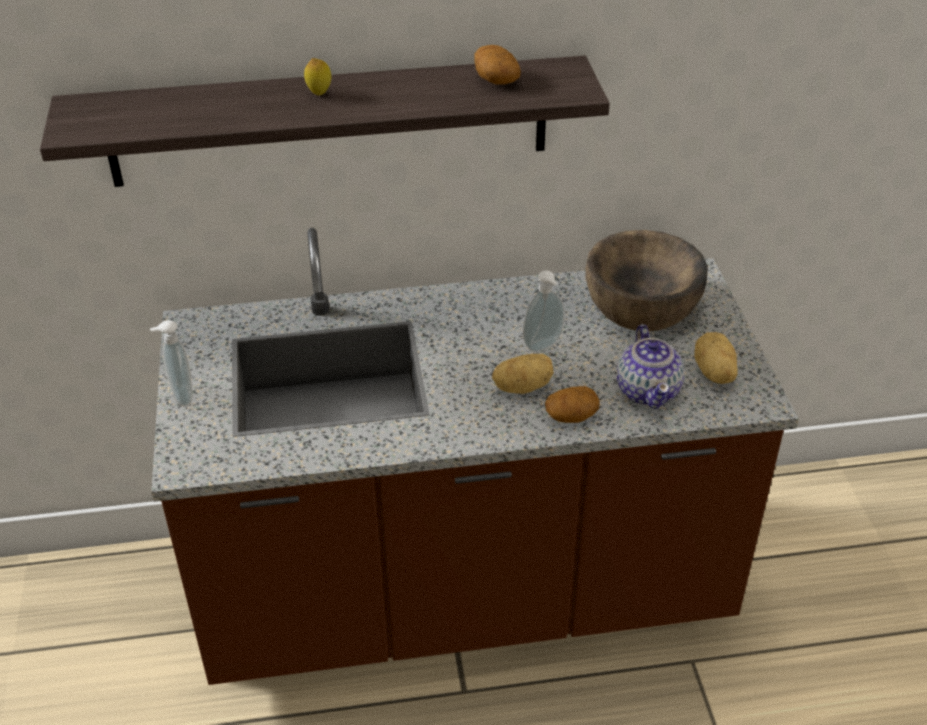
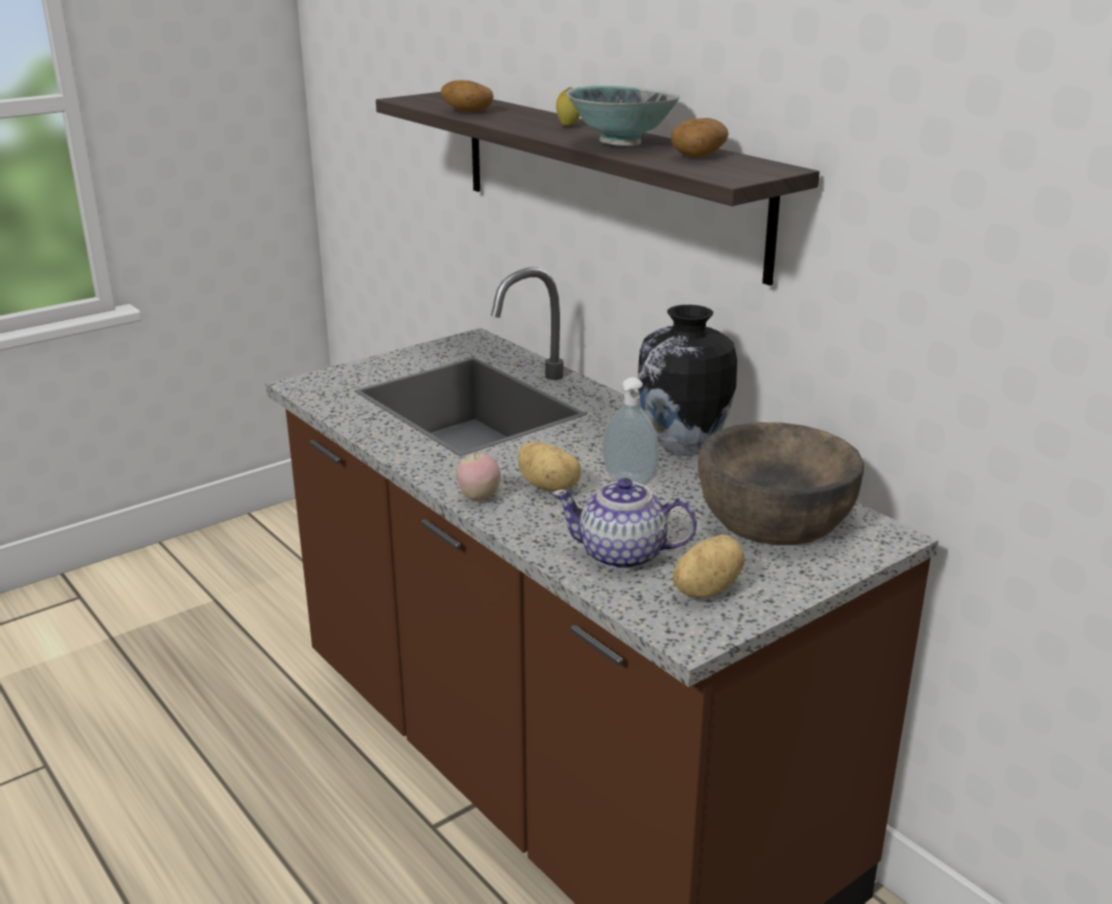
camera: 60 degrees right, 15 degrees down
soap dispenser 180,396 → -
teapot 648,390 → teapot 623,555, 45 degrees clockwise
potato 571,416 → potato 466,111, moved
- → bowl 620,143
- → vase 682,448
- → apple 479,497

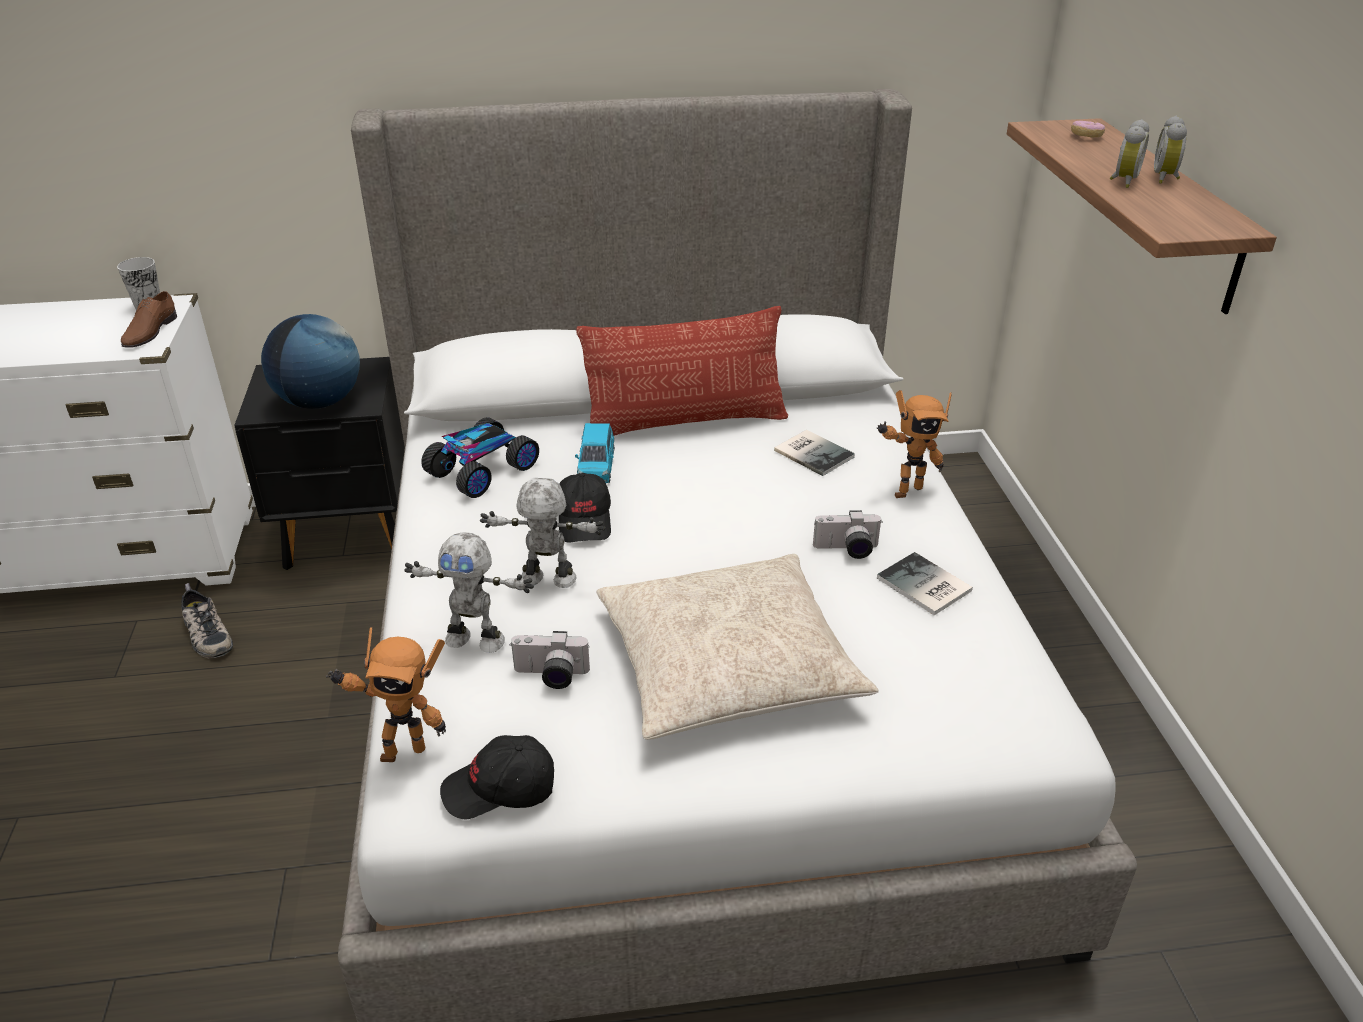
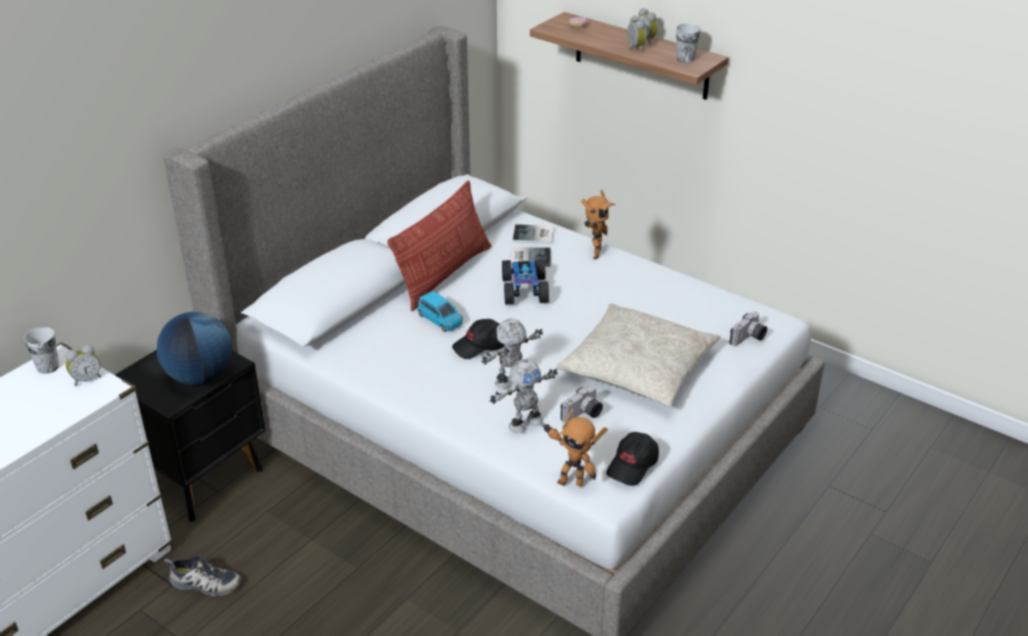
camera: 45 degrees left, 0 degrees up
brown shoe 149,331 → alarm clock 86,379
toy car 483,471 → toy car 525,290, moved
black cap 585,520 → black cap 480,347, 120 degrees clockwise
photo camera 847,550 → photo camera 749,339, moved
book 924,586 → book 534,235, moved
toy robot 402,750 → toy robot 570,481, 75 degrees clockwise
- → cup 685,59

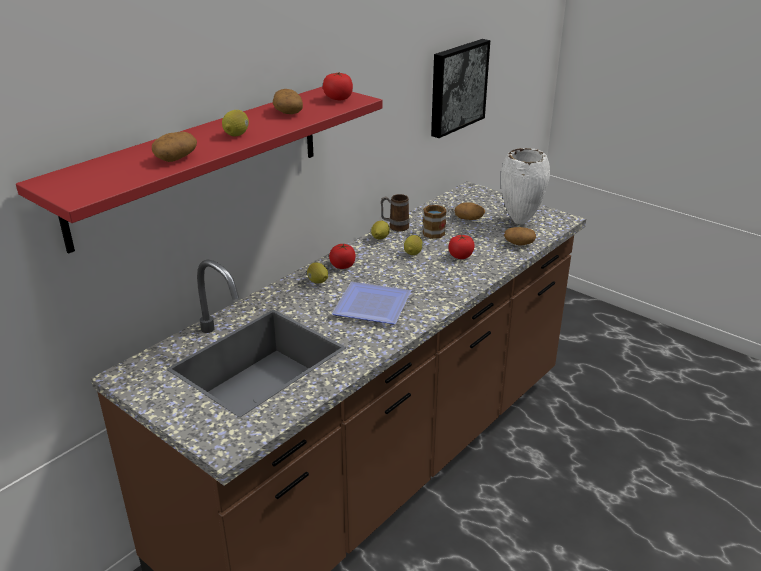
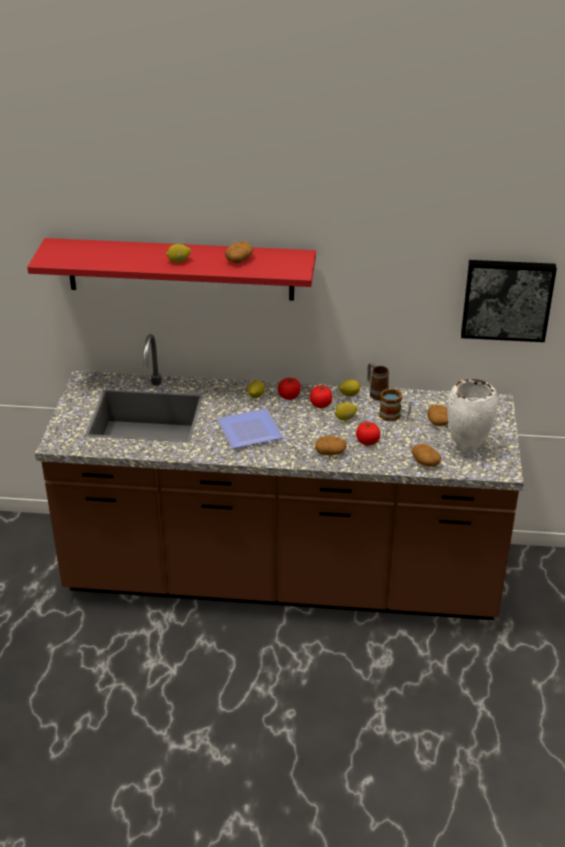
camera: 55 degrees right, 5 degrees up
tomato 338,99 → tomato 320,404, moved
potato 176,158 → potato 330,452, moved

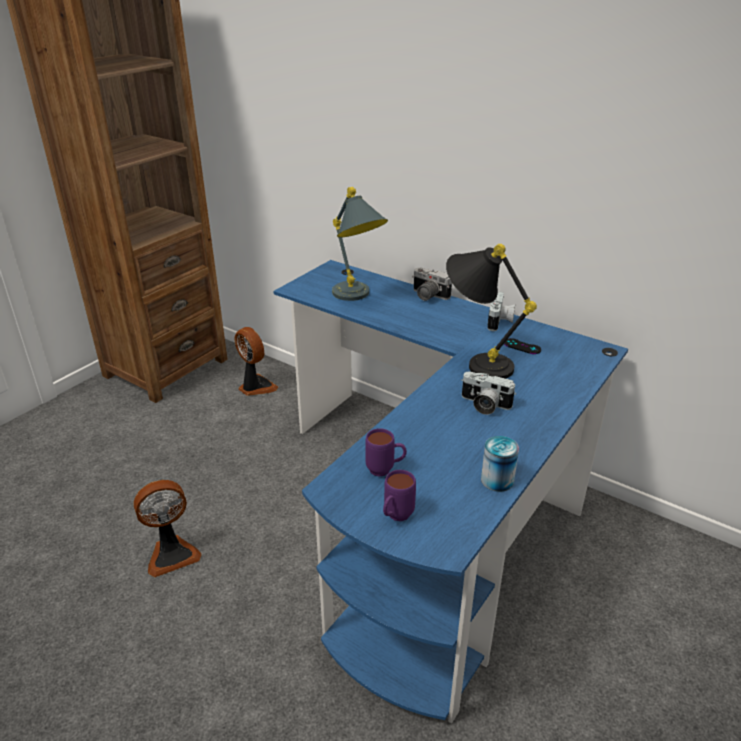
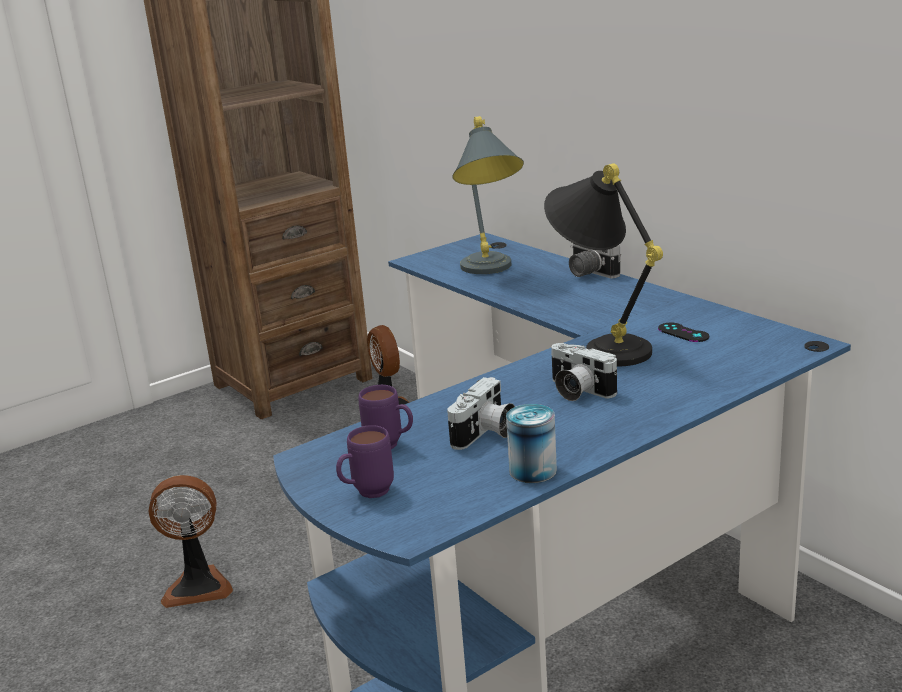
camera: 20 degrees right, 10 degrees down
photo camera 500,321 → photo camera 485,434, moved

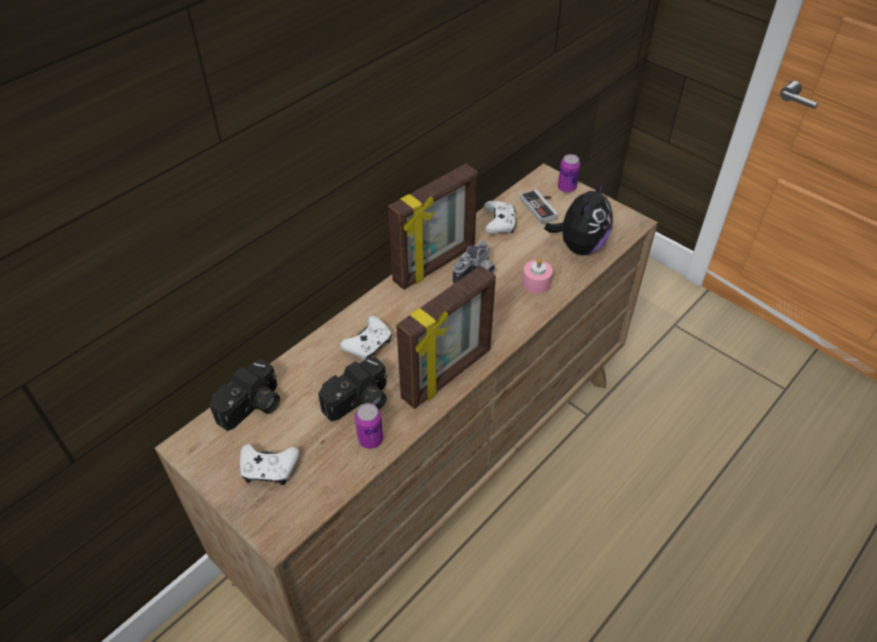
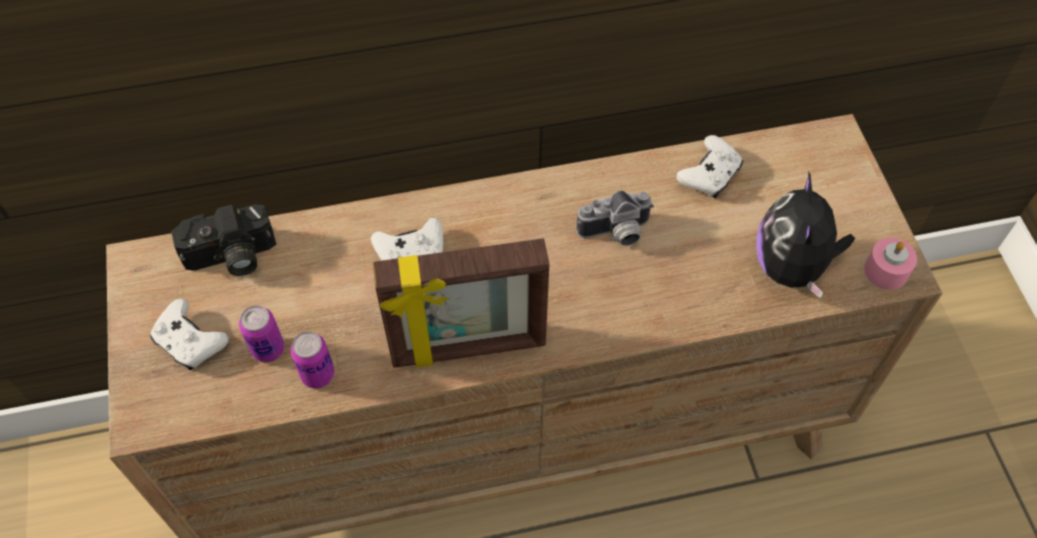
camera: 35 degrees right, 10 degrees up
can 566,188 → can 268,349, moved
picture frame 435,265 → -
plush toy 579,246 → plush toy 791,267, 120 degrees clockwise
game controller 542,207 → -
pink candle 536,283 → pink candle 886,271, moved
photo camera 359,403 → -

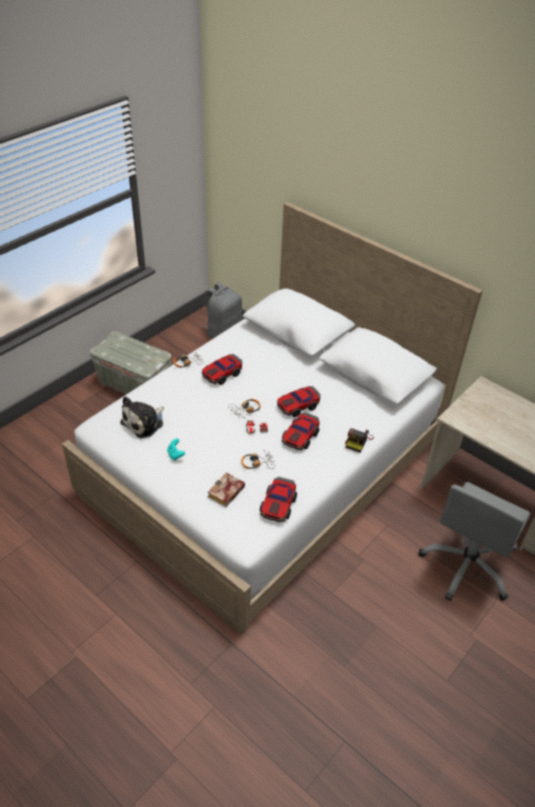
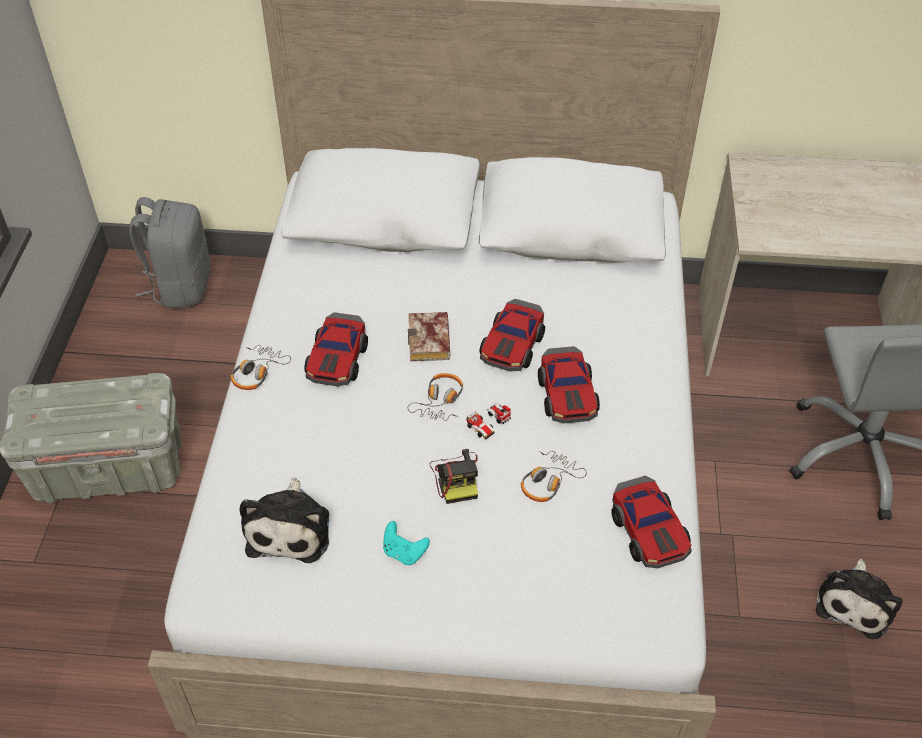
camera: 35 degrees left, 5 degrees up
photo camera 358,441 → photo camera 456,477, moved
book 226,493 → book 431,343, moved
- → plush toy 855,602

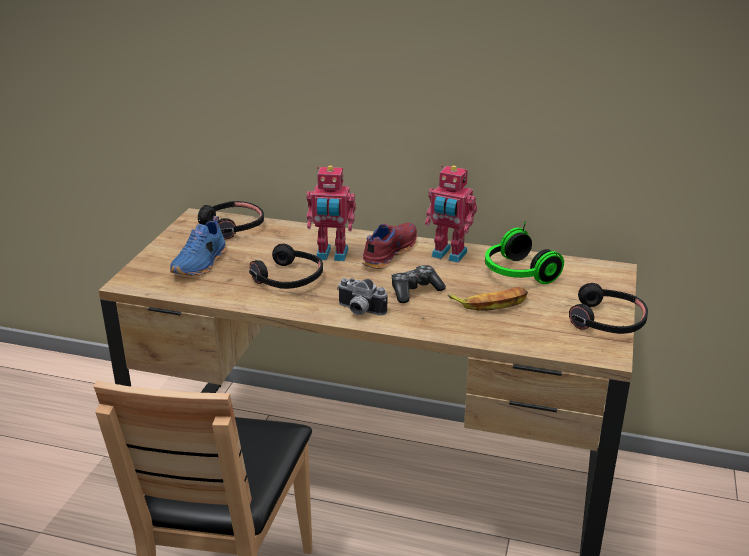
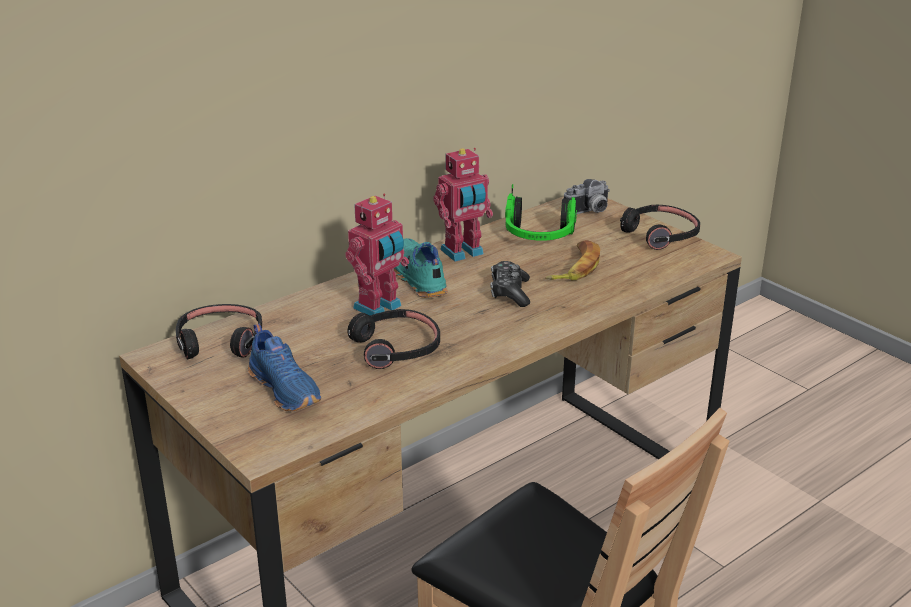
camera: 55 degrees left, 0 degrees up
red shoe 388,253 → turquoise shoe 417,278
photo camera 359,311 → photo camera 589,212, moved

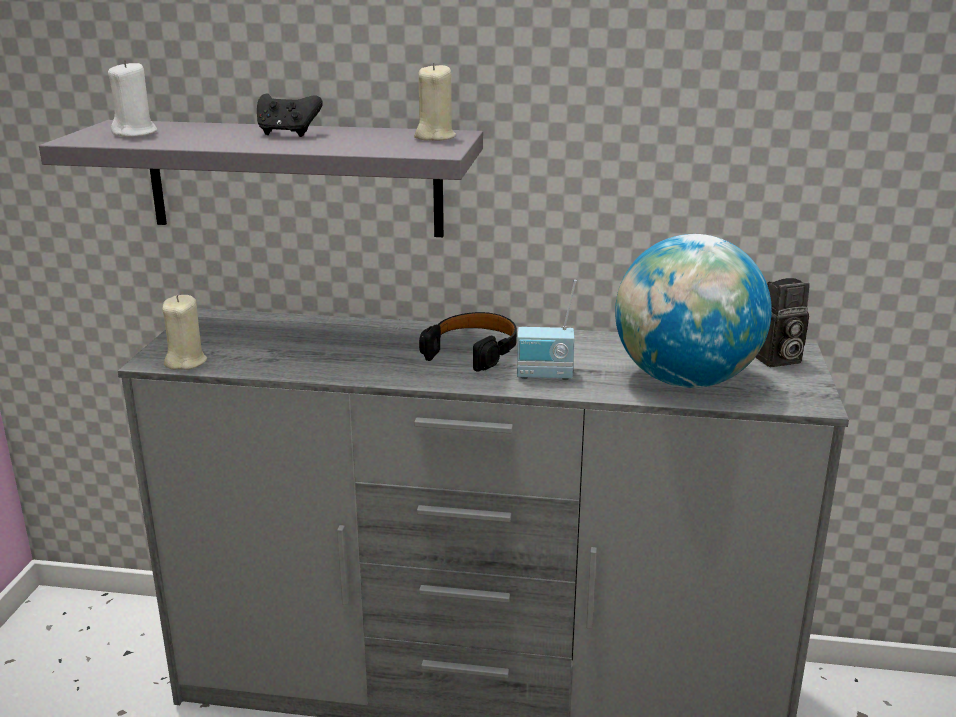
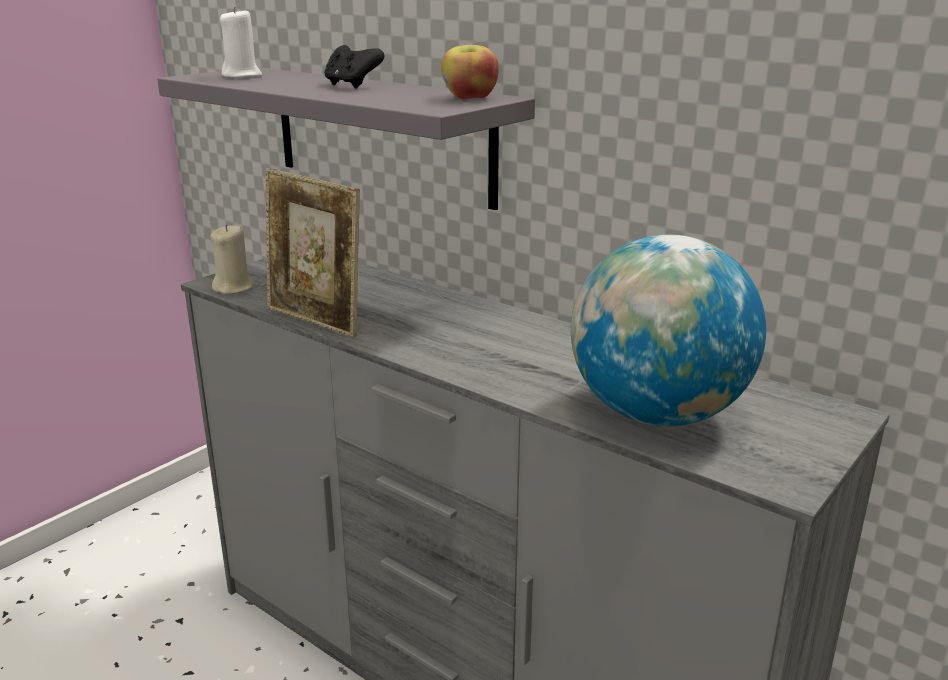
camera: 30 degrees right, 0 degrees up
beige candle 434,137 → apple 469,98
photo camera 775,359 → -
radio 544,376 → -
black headphones 473,350 → -
- → picture frame 315,321

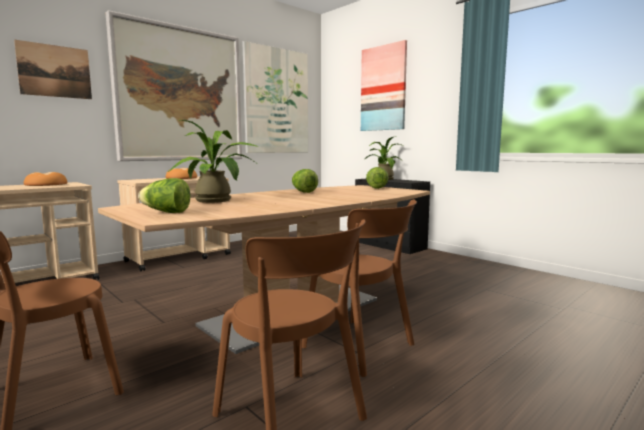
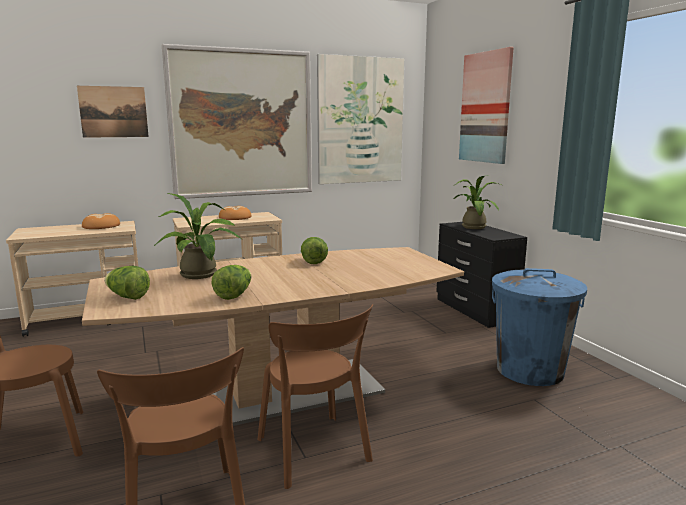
camera: 20 degrees right, 5 degrees up
lettuce 376,188 → lettuce 234,295, moved
- → blue trash can 530,370

